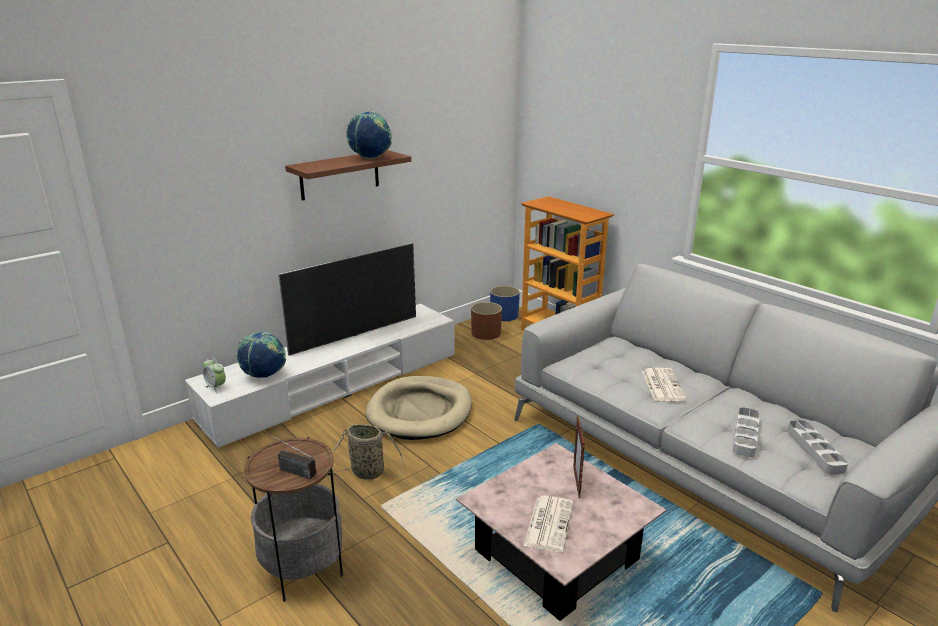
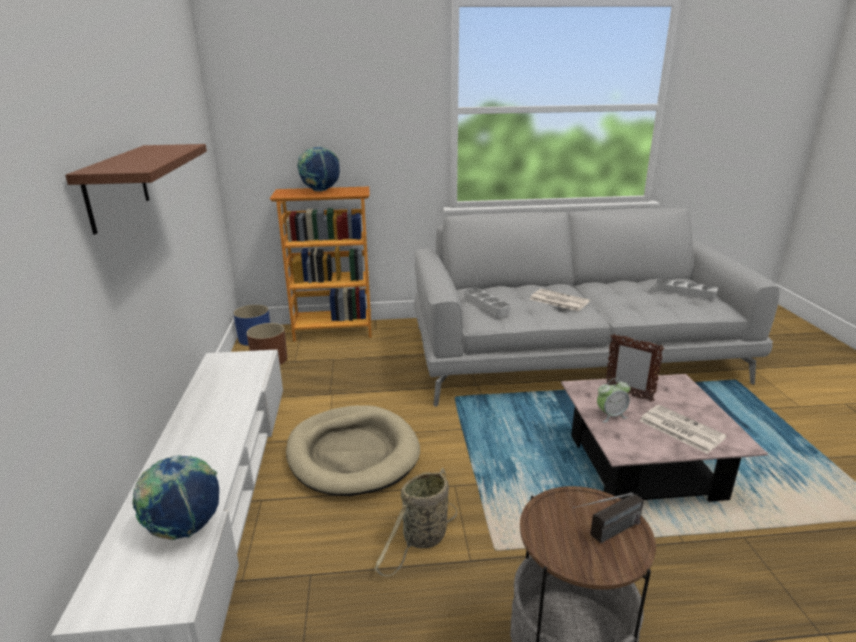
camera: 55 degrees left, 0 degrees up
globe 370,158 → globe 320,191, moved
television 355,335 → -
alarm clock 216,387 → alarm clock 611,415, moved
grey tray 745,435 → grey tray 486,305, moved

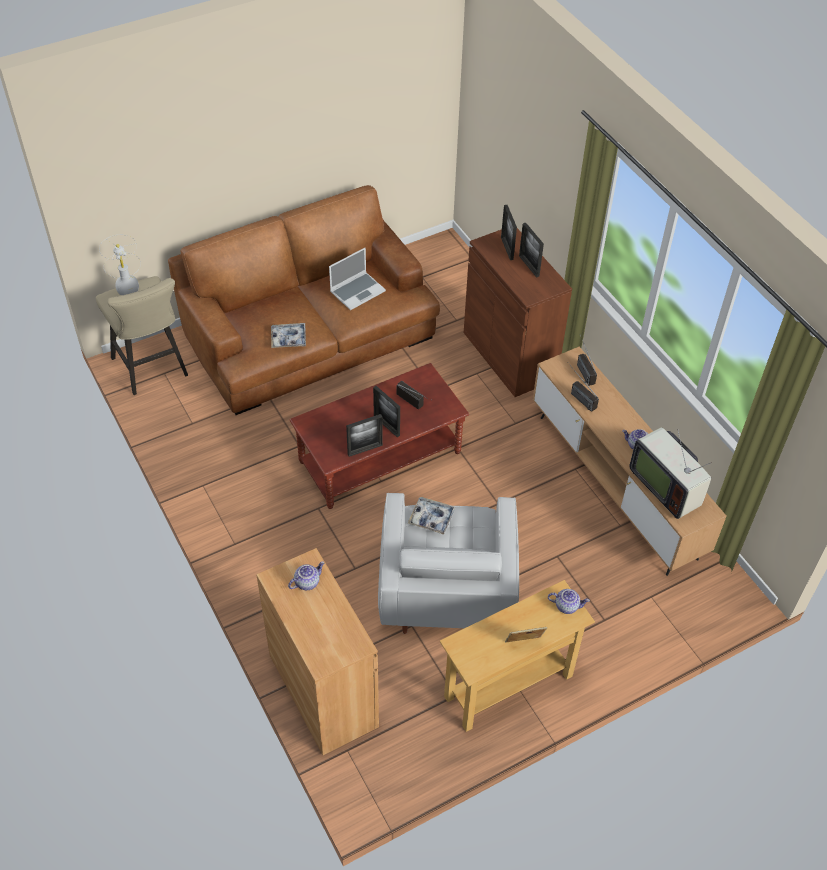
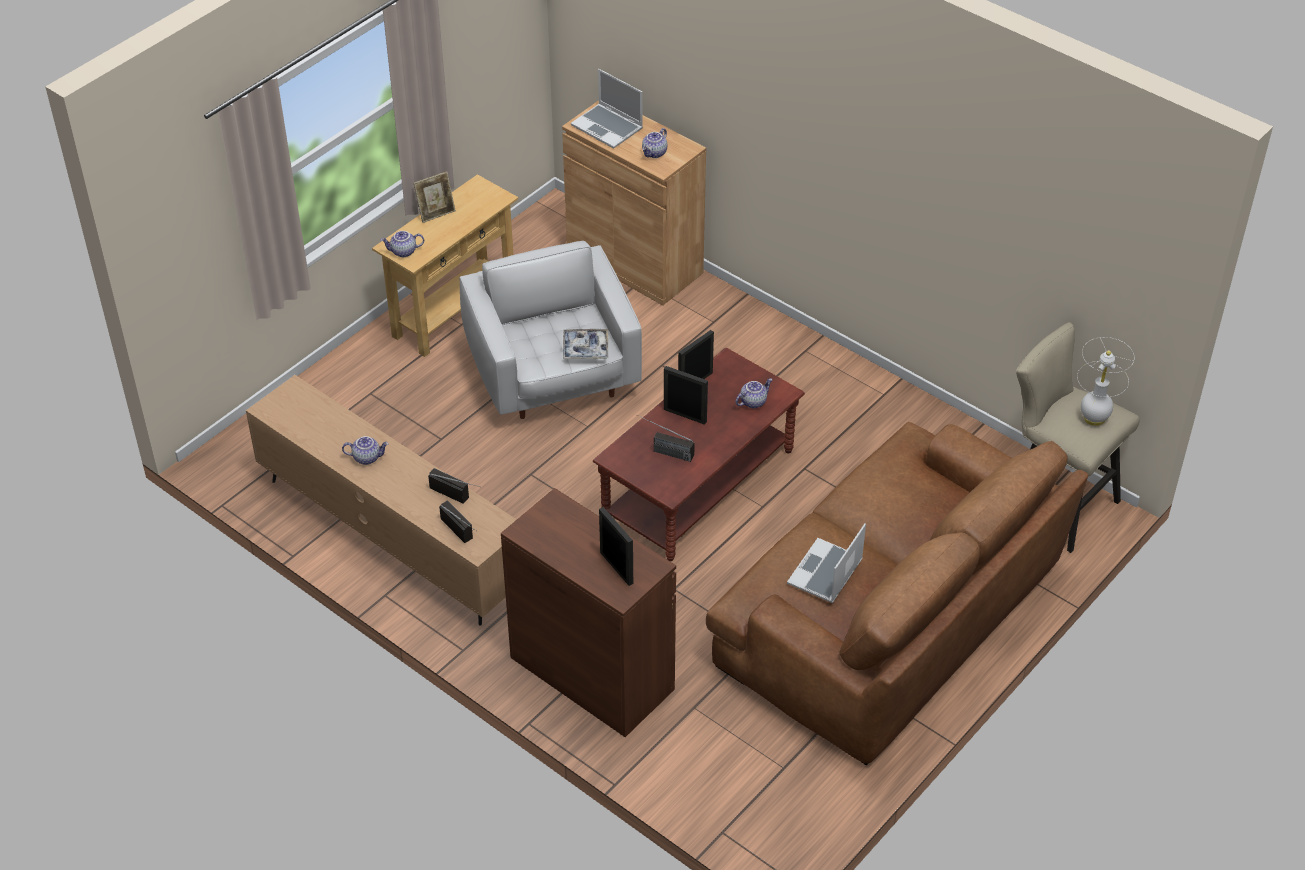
camera: 160 degrees right, 5 degrees down
picture frame 529,266 → -
tray 288,339 → -
television 666,486 → -
- → laptop 608,127
- → teapot 753,401

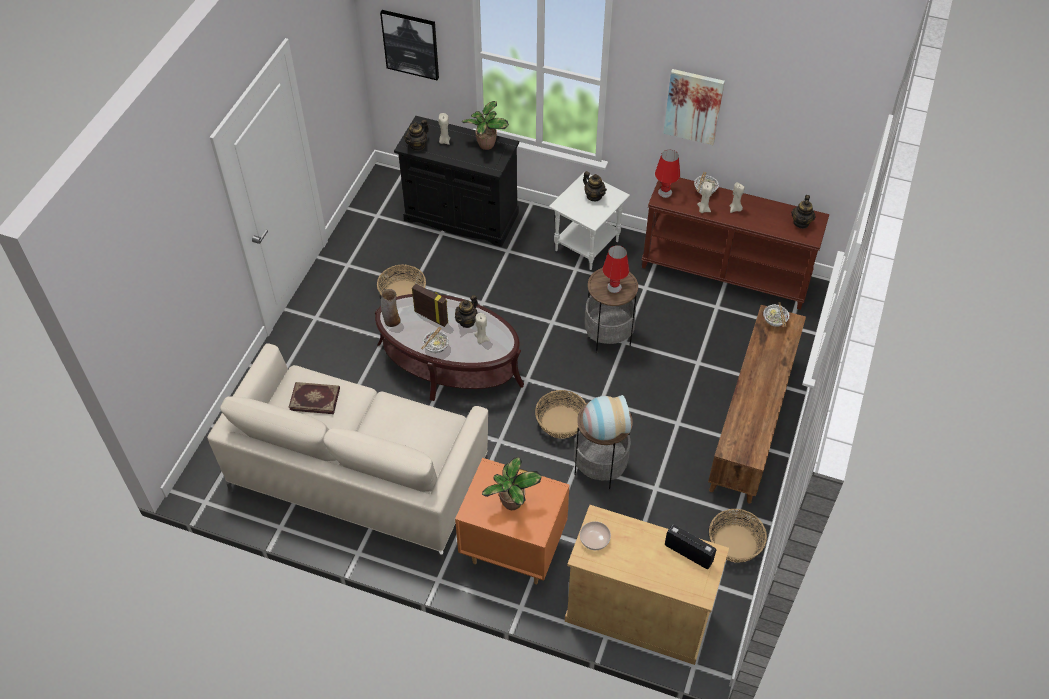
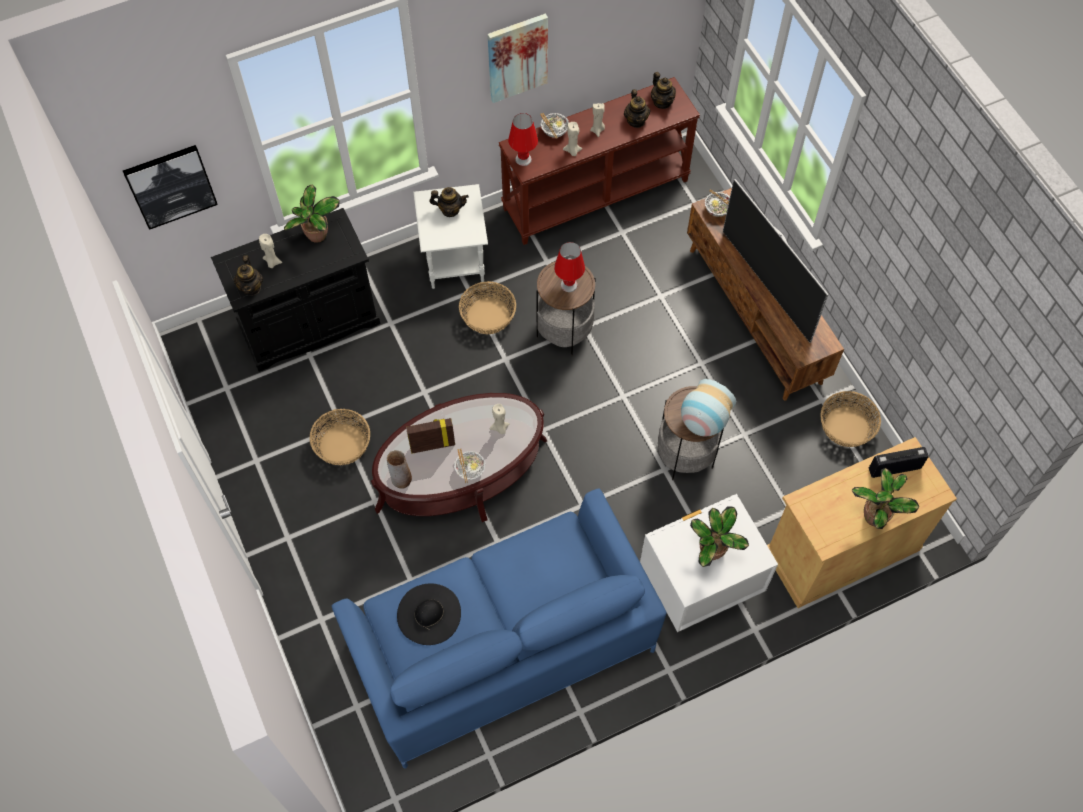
camera: 45 degrees left, 10 degrees up
teapot 467,321 → teapot 636,120, moved
beige sofa 359,475 → blue sofa 502,645
book 315,398 → black hat 429,614
basket 561,422 → basket 488,316, moved
orange nightstand 513,551 → white nightstand 698,589
bowl 595,539 → -
- → television 766,285
- → potted plant 875,515

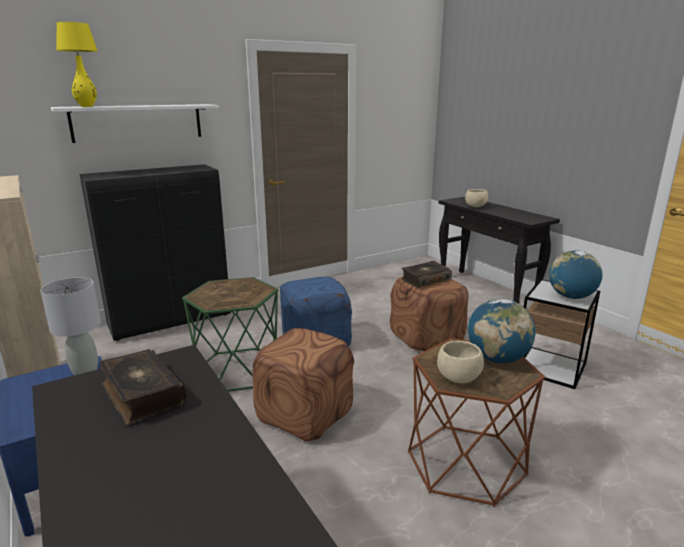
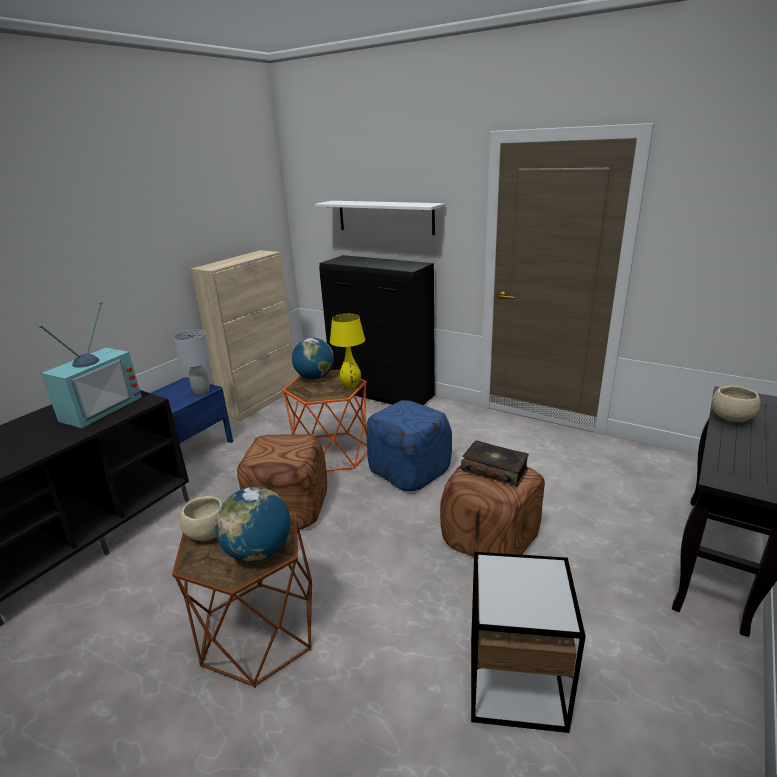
camera: 65 degrees right, 5 degrees up
yellow table lamp 87,106 → yellow table lamp 351,386, moved
globe 571,297 → globe 315,377, moved
green side table 237,370 → orange side table 331,453
book 141,395 → television 99,408

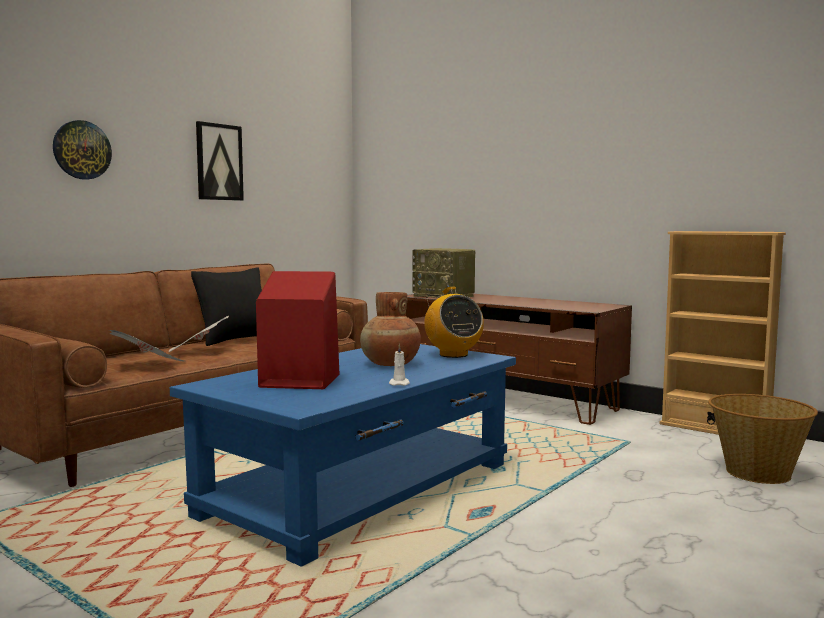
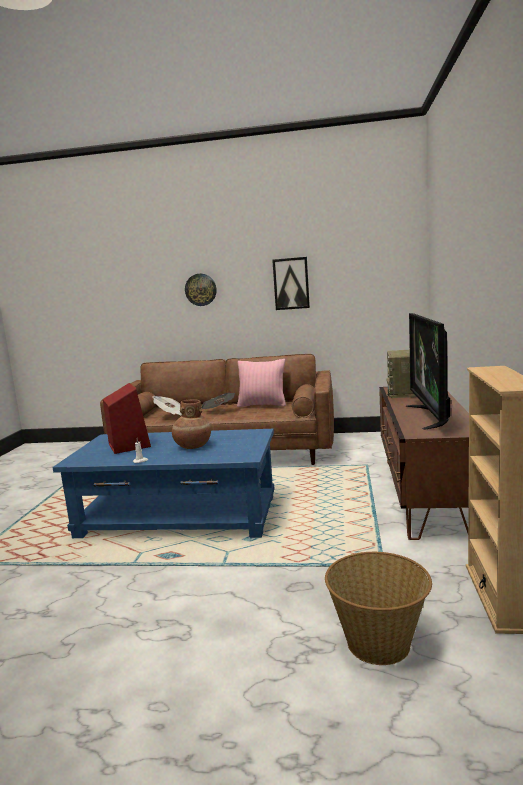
camera: 60 degrees right, 5 degrees up
black pillow 235,340 → pink pillow 262,405
radio 453,354 → -
- → television 431,416

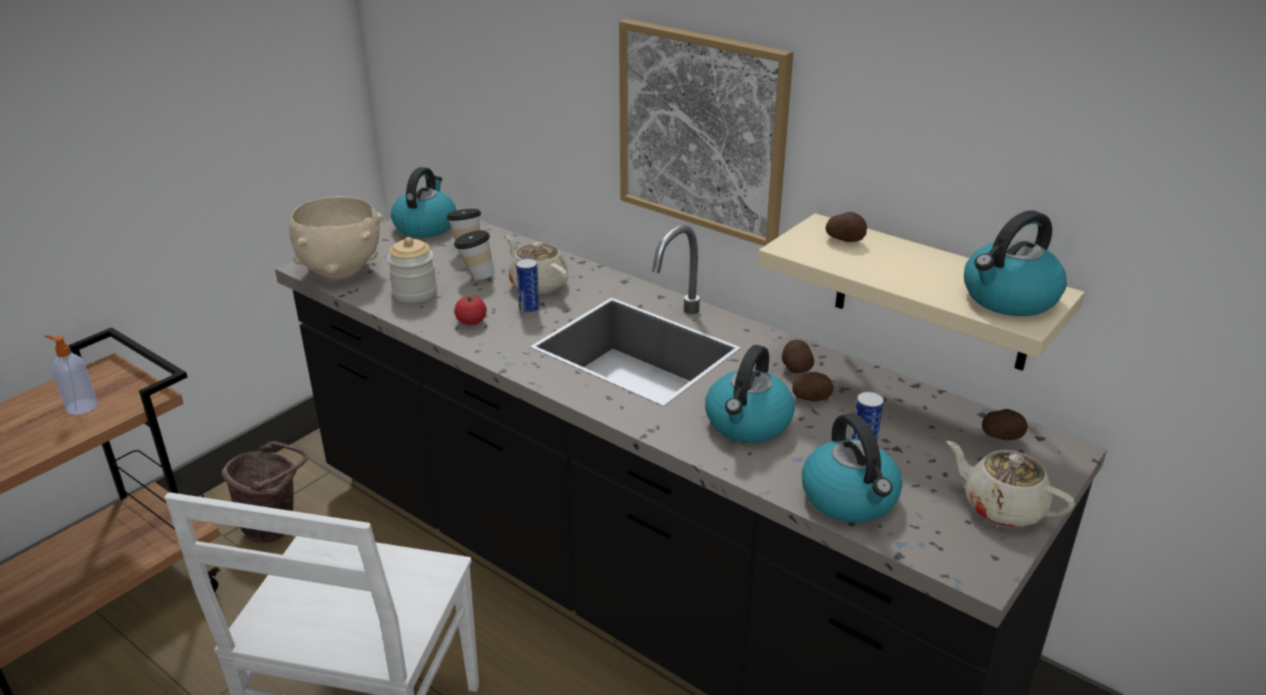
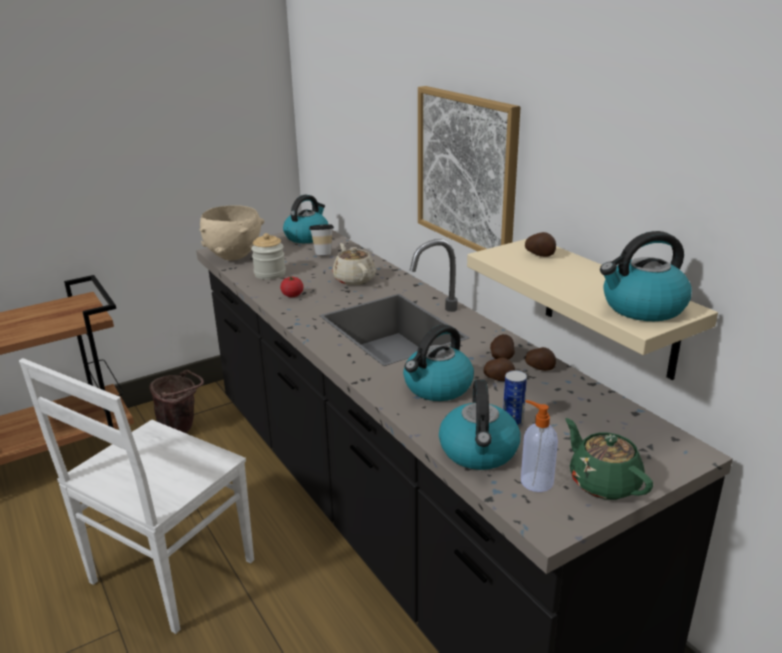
camera: 20 degrees right, 5 degrees down
cup 476,276 → -
can 529,310 → -
soap dispenser 81,406 → soap dispenser 535,481, moved
potato 1002,437 → potato 540,368, moved
beige teapot 1001,507 → green teapot 603,482

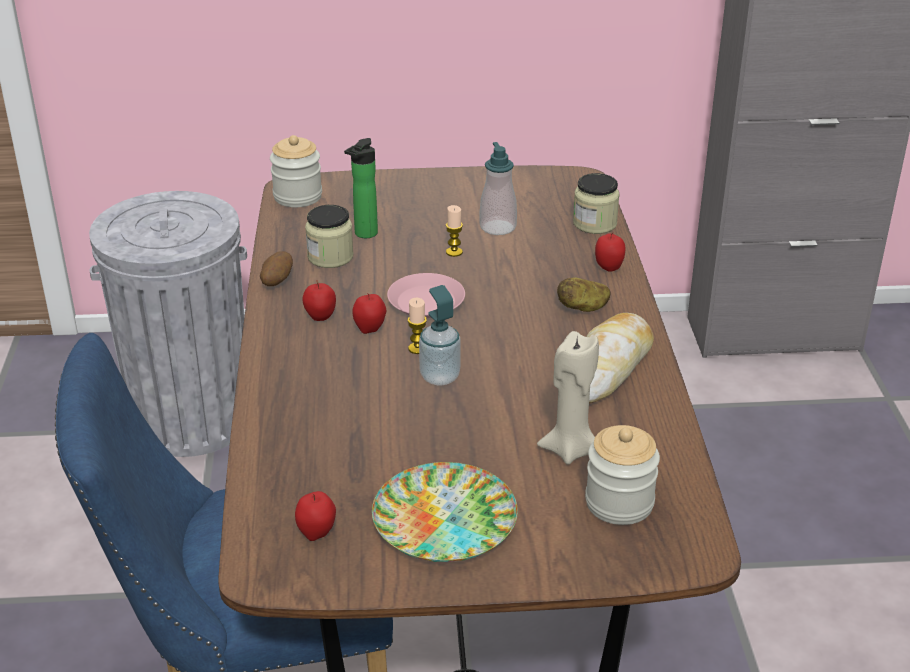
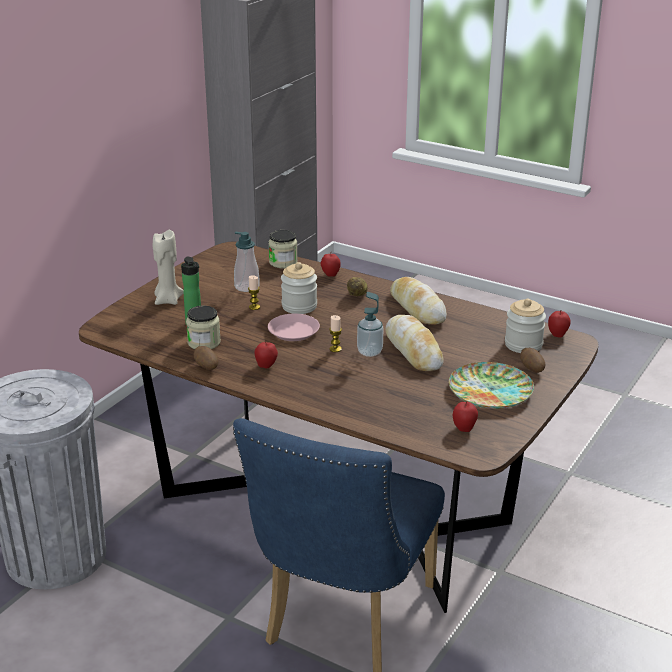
camera: 55 degrees left, 5 degrees down
jar 297,196 → jar 299,306, moved
apple 370,329 → apple 557,335, moved
beige candle 570,449 → beige candle 168,300, moved
- → bread 413,350
- → potato 531,369

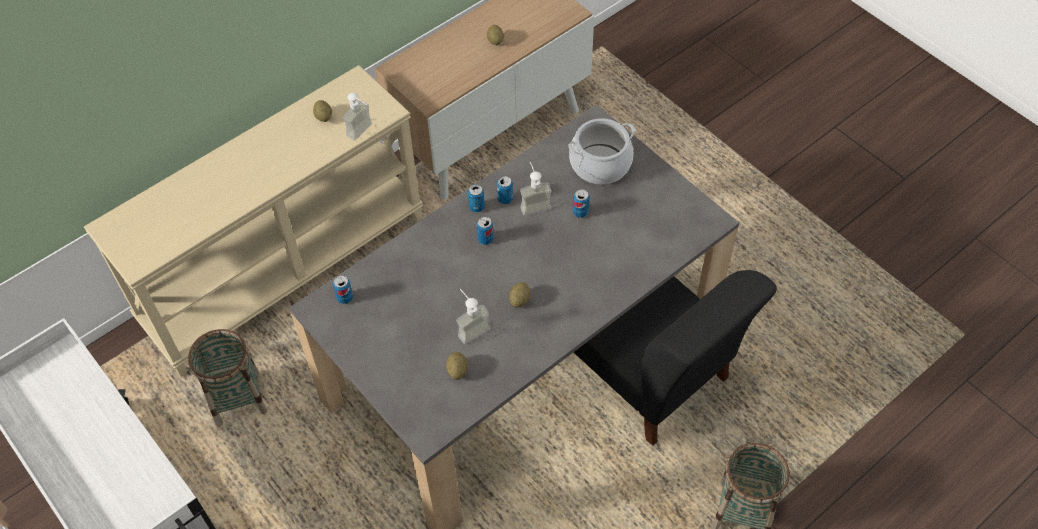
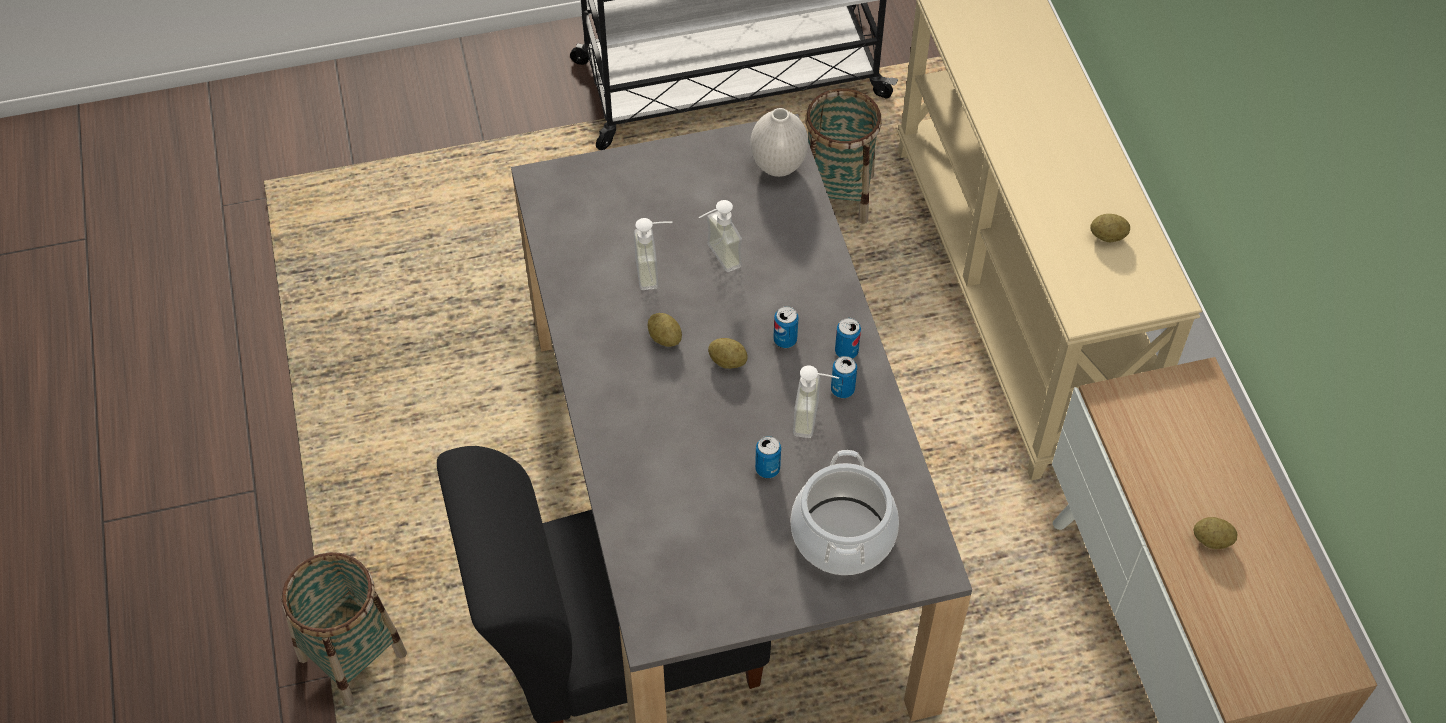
camera: 115 degrees right, 0 degrees up
soap dispenser 364,133 → soap dispenser 716,258, moved
can 345,298 → white vase 778,167
potato 457,370 → potato 727,361, moved

